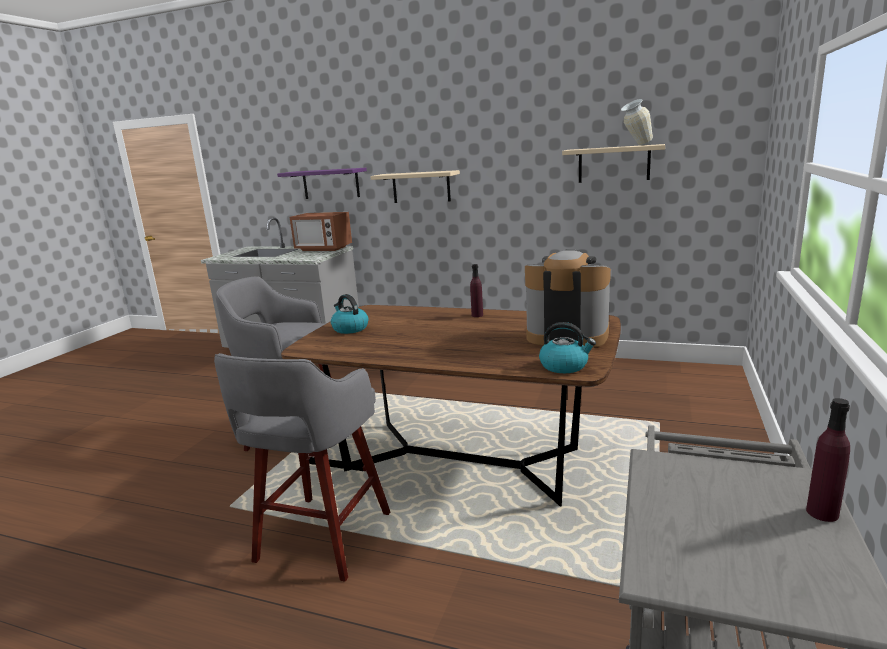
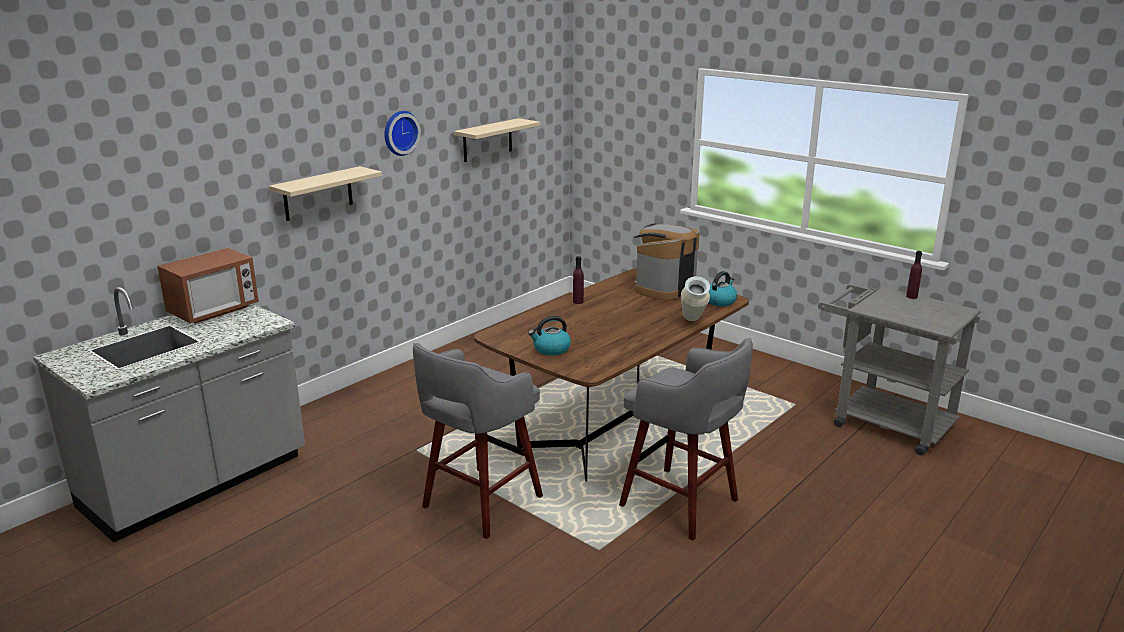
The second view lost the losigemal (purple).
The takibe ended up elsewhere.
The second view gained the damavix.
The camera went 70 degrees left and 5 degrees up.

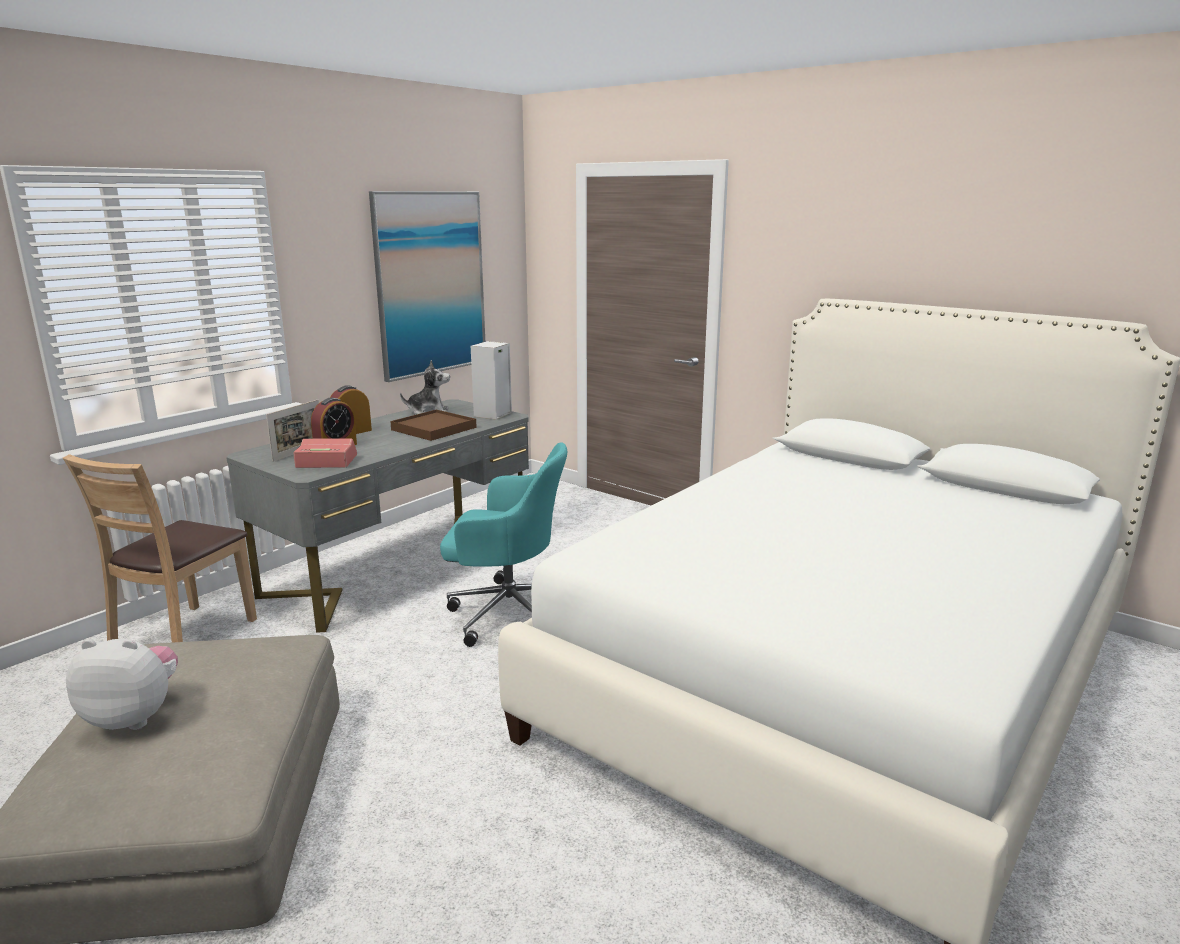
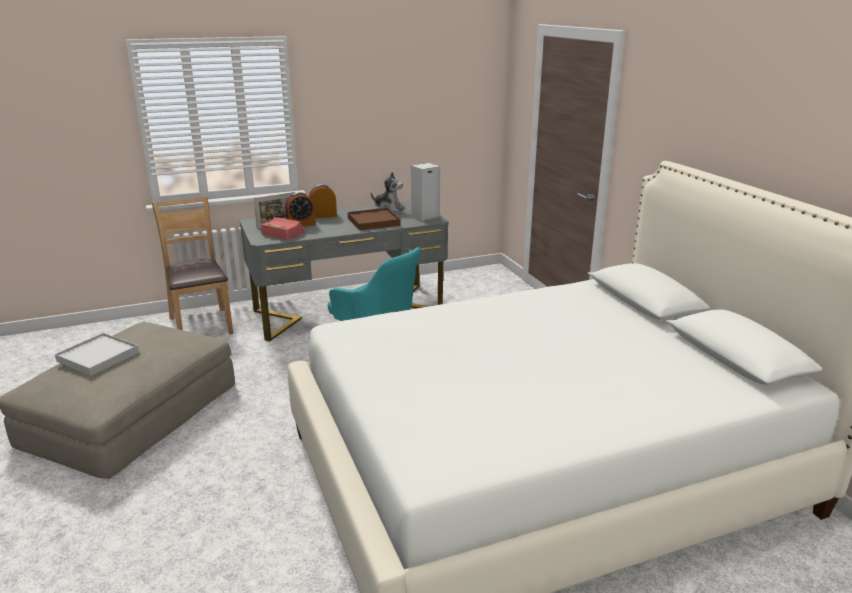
The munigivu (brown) ended up facing another way, 105 degrees clockwise from before.
Where the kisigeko (1st from left) stood, the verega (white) came to stand.
The second view lost the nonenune.
The camera went 30 degrees right and 5 degrees up.

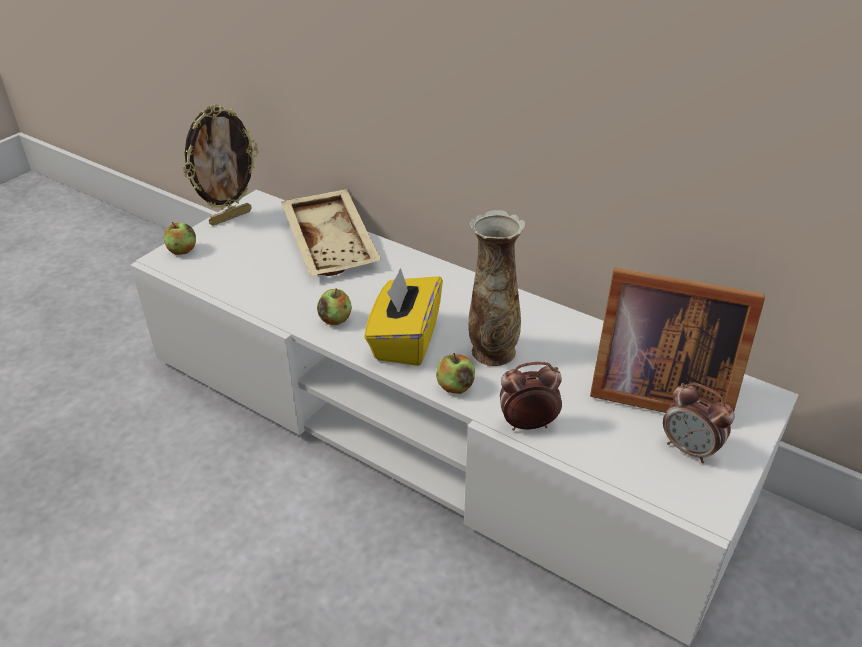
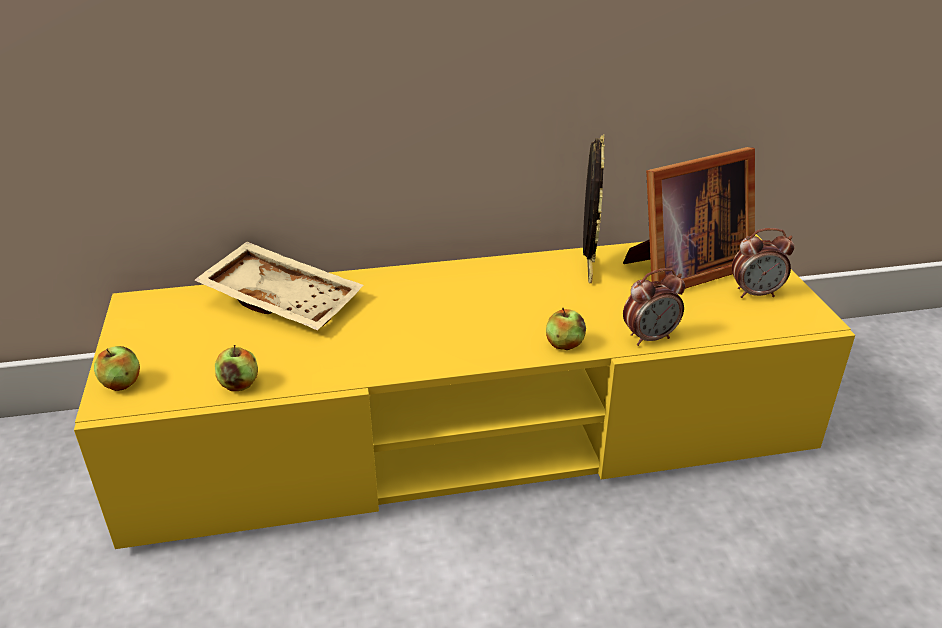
What was the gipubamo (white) turned into the gipubamo (yellow).
The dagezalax (1st from left) ended up elsewhere.
The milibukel (2nd from left) ended up elsewhere.
The second view lost the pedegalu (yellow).
The second view lost the takibe.
The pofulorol (1st from left) ended up facing another way, 150 degrees counterclockwise from before.
The camera went 45 degrees left and 5 degrees down.

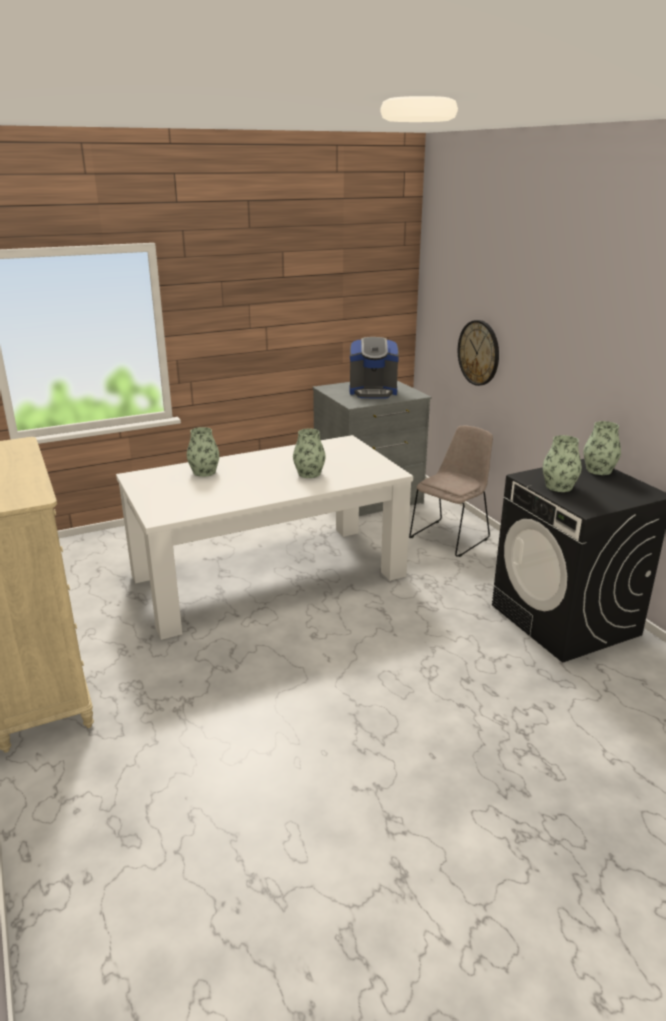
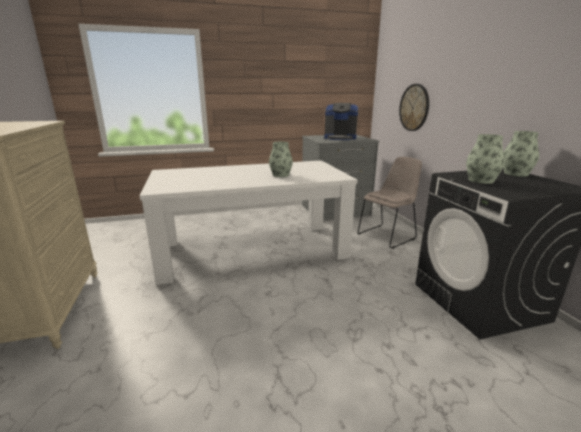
The second view lost the takibe (1st from left).
The camera went 10 degrees right and 5 degrees down.

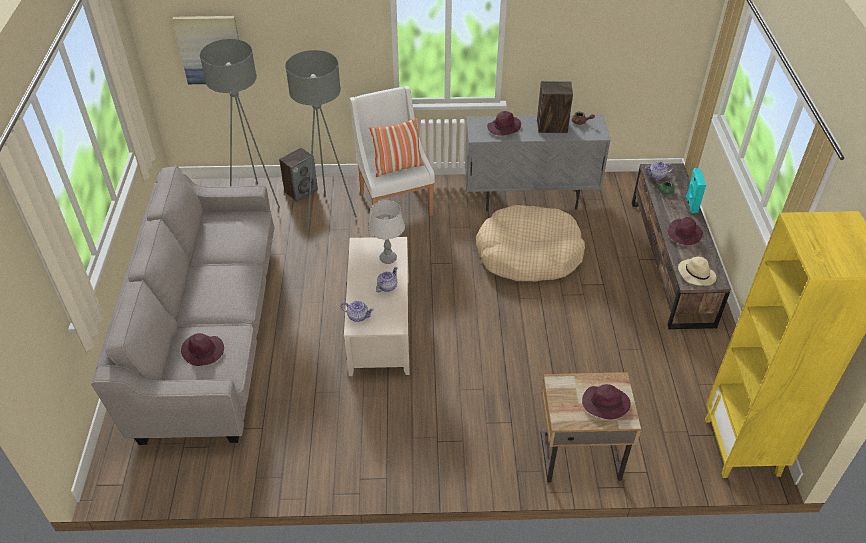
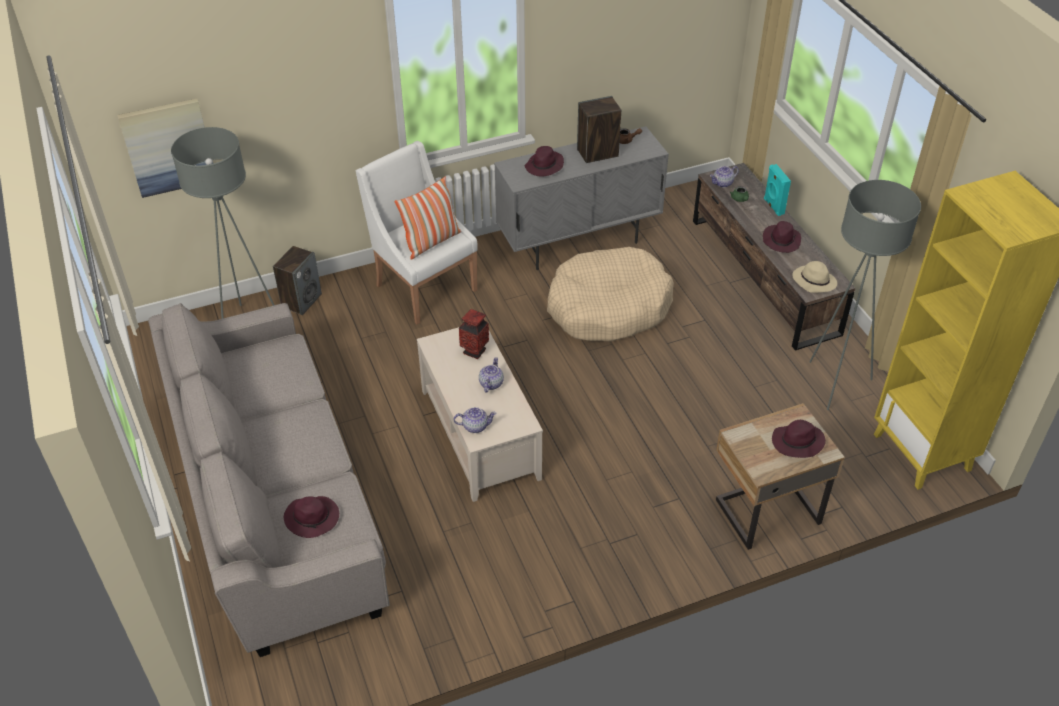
The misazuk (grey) (2nd from left) ended up elsewhere.
Where the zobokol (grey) stood, the takibe came to stand.
The camera went 20 degrees left and 0 degrees up.

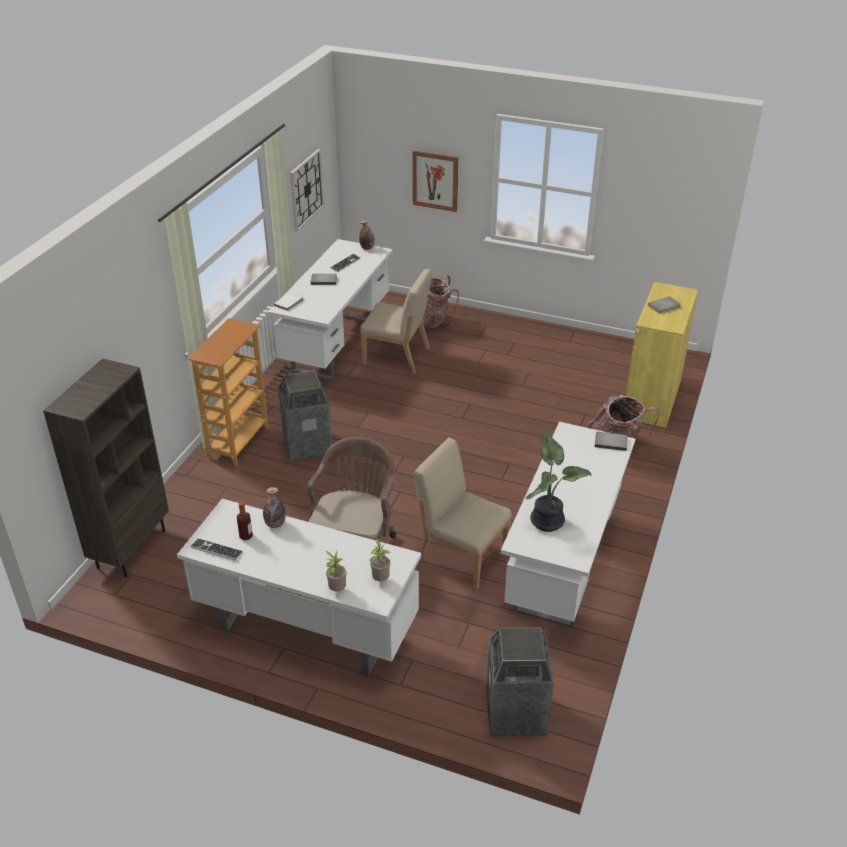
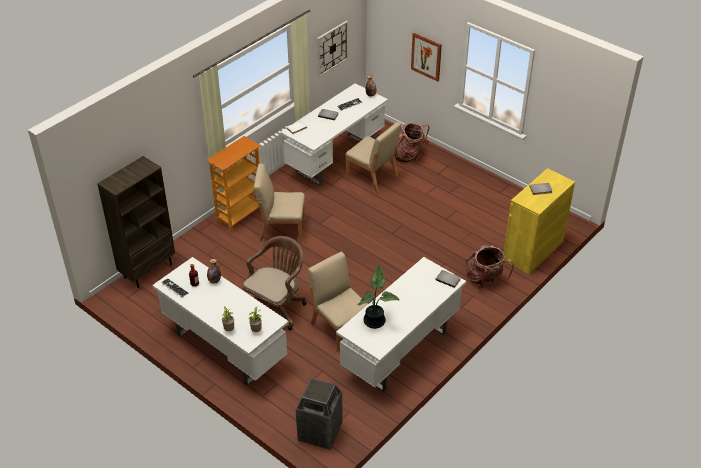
Where the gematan (1st from left) stood, the munigivu (beige) (1st from left) came to stand.
The camera went 20 degrees right and 5 degrees up.

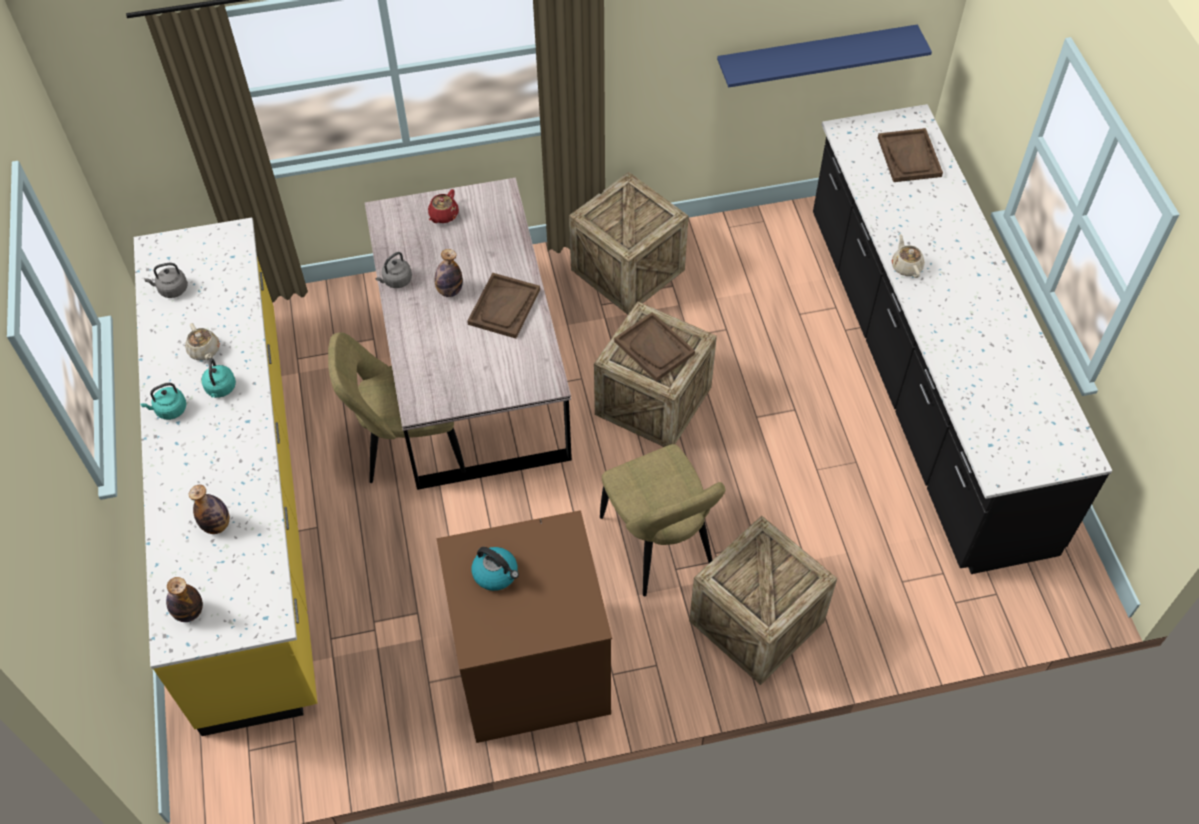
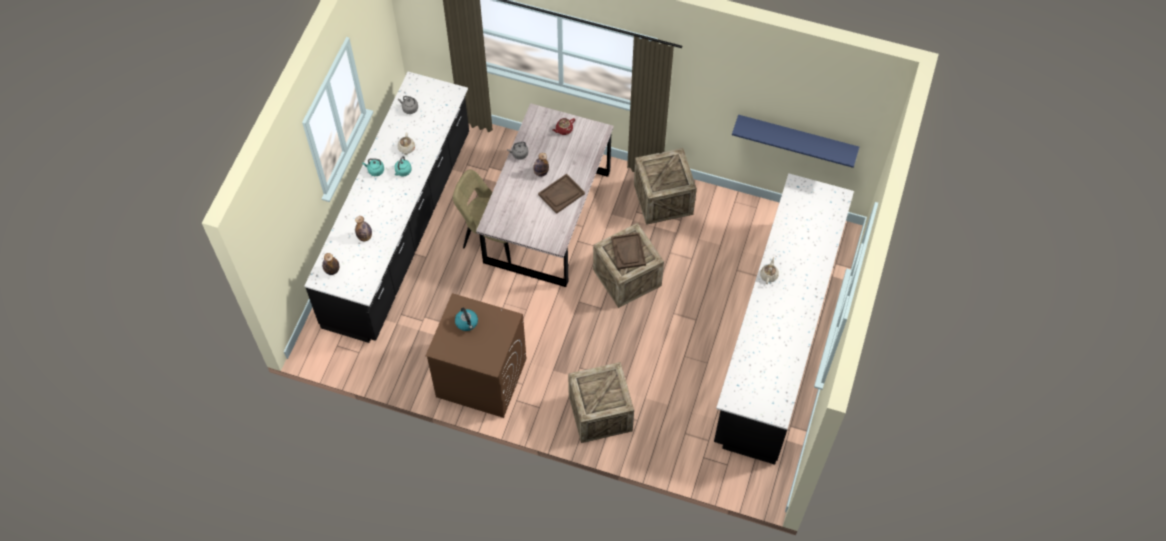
What was the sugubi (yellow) turned into the sugubi (black) (1st from left).
The second view lost the munigivu (beige) (2nd from left).
The second view lost the verega (brown) (3rd from left).
The camera went 30 degrees right and 5 degrees up.

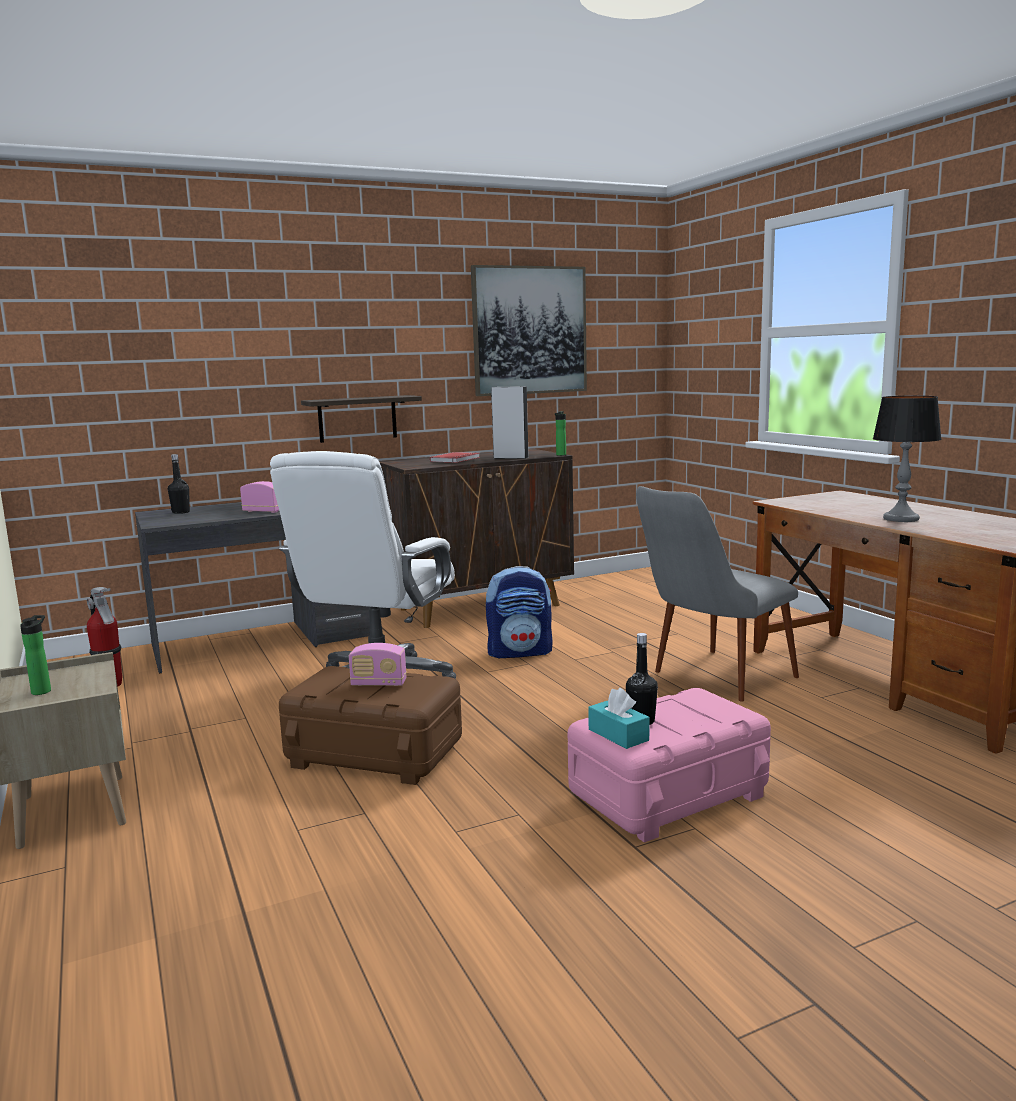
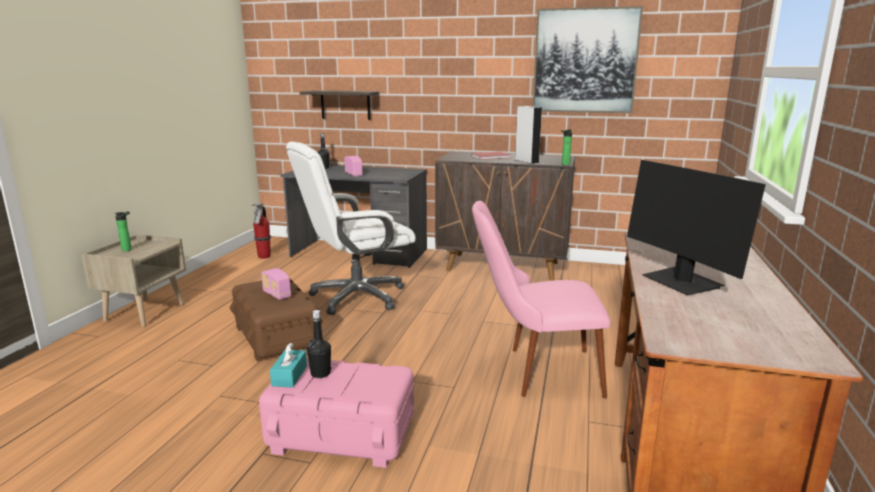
The losigemal ended up elsewhere.
The second view lost the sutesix.
What was the munigivu (grey) turned into the munigivu (pink).
Where the zobokol stood, the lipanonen came to stand.
The camera went 40 degrees right and 5 degrees up.

